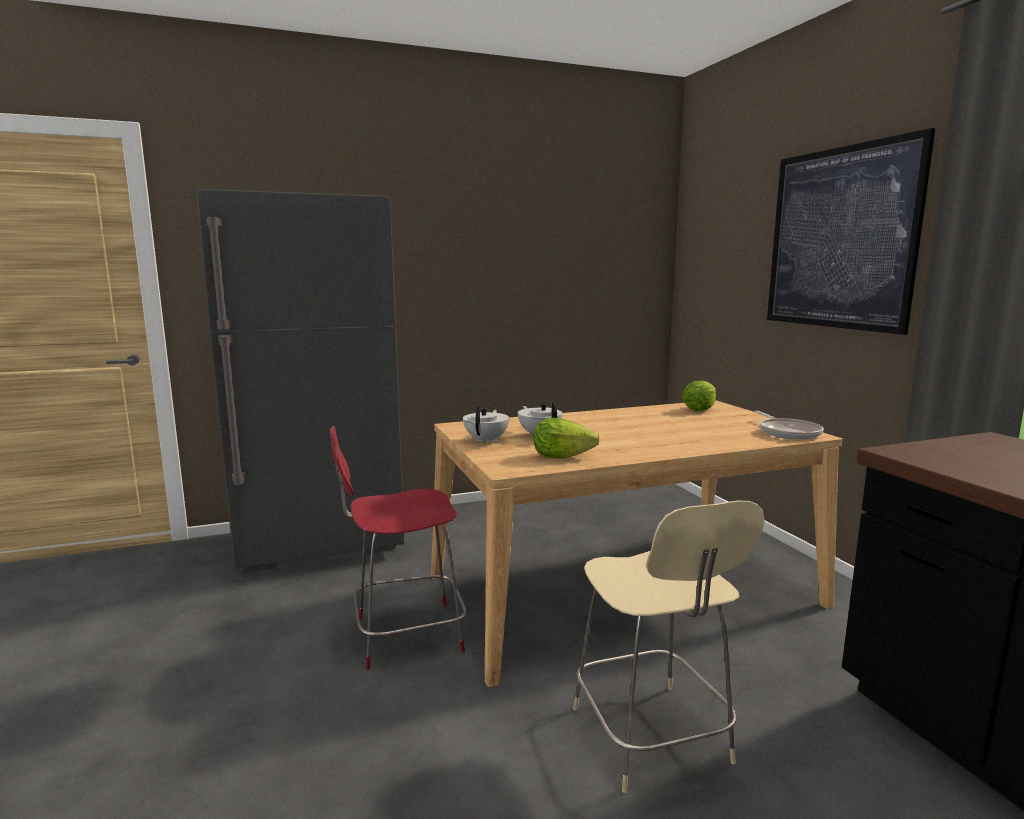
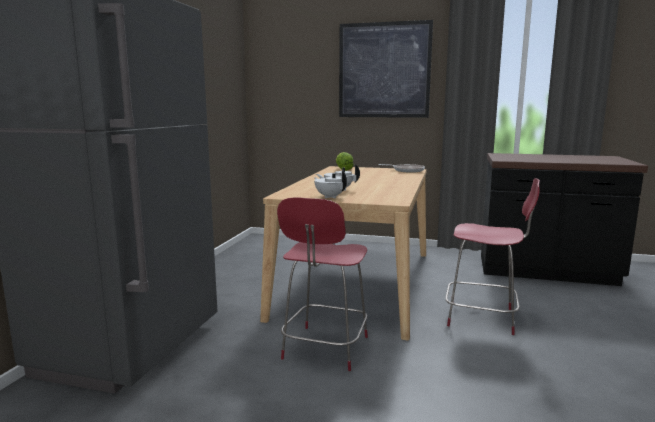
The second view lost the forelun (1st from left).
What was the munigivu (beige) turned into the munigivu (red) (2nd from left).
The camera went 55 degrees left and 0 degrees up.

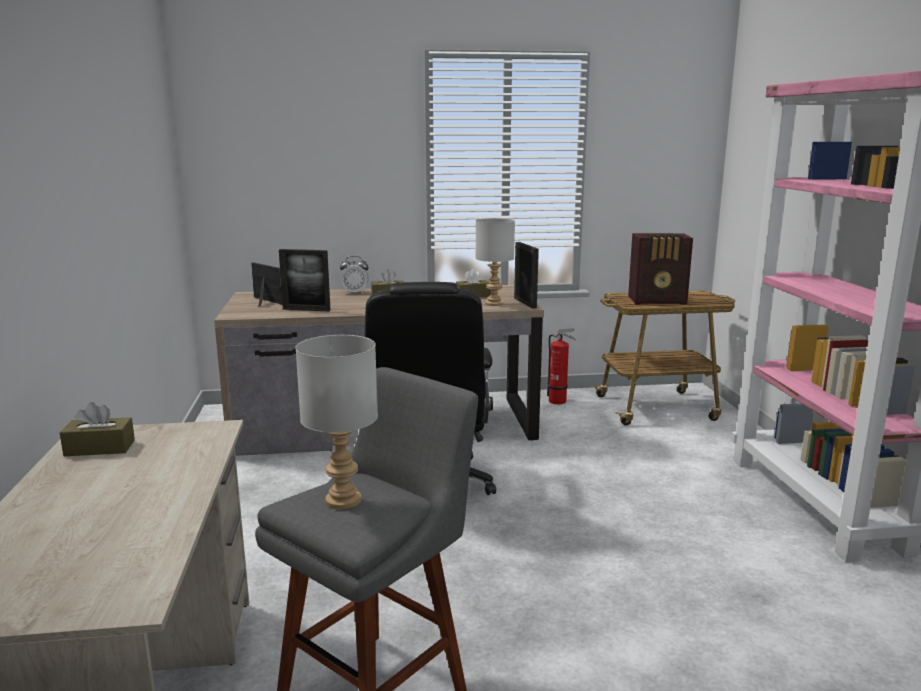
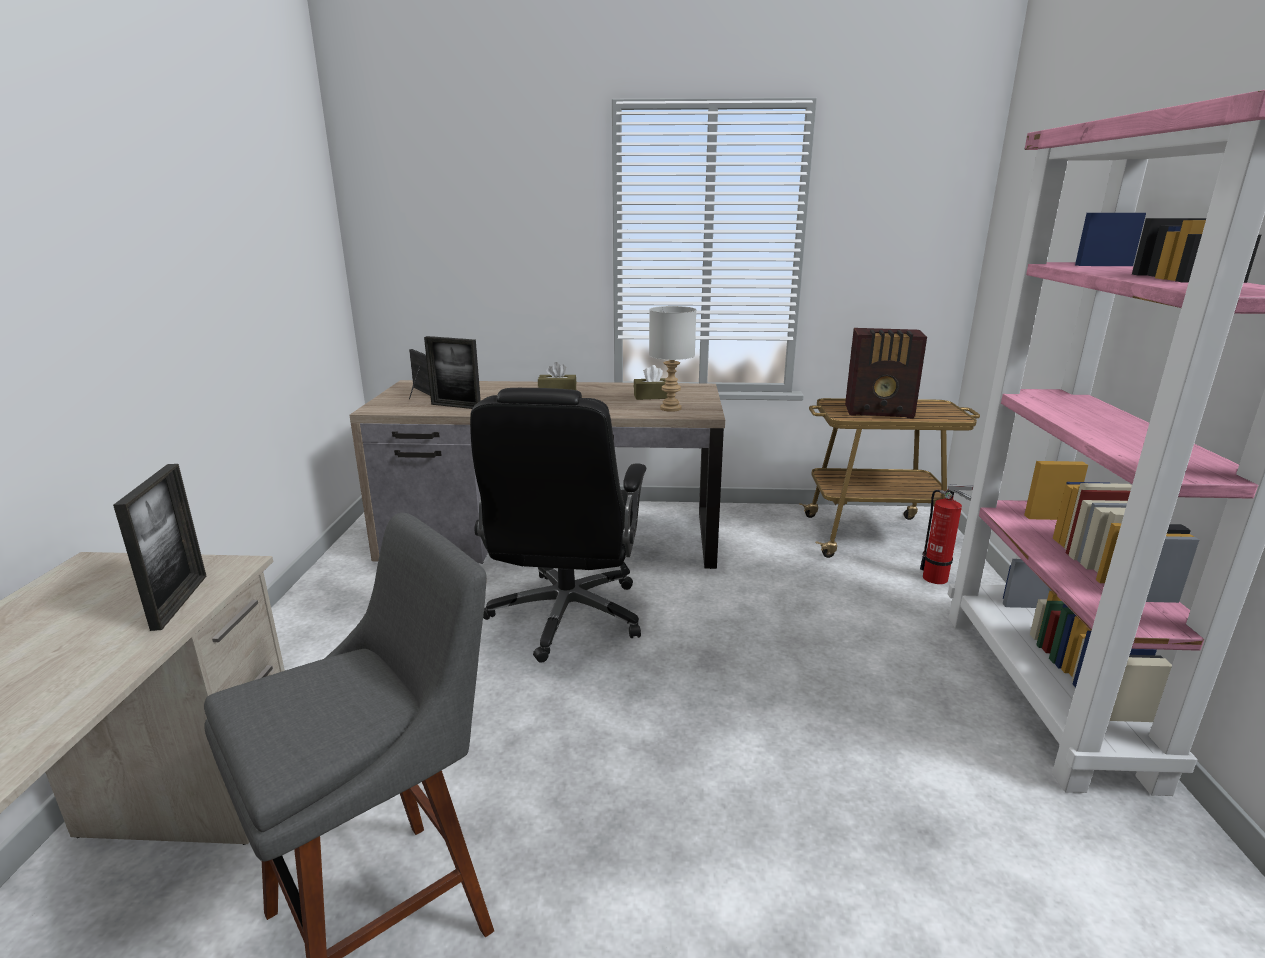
The second view lost the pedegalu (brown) (1st from left).
The second view lost the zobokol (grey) (1st from left).
The second view lost the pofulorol.
The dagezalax (3rd from left in the first image) ended up elsewhere.
The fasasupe ended up elsewhere.
The camera went 10 degrees right and 5 degrees up.

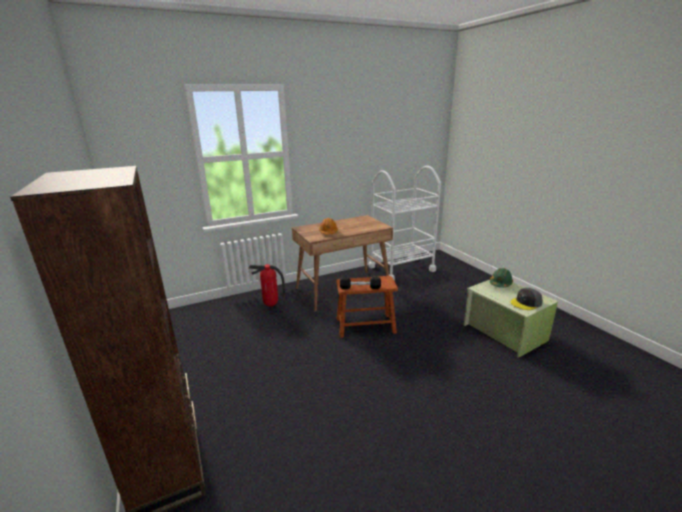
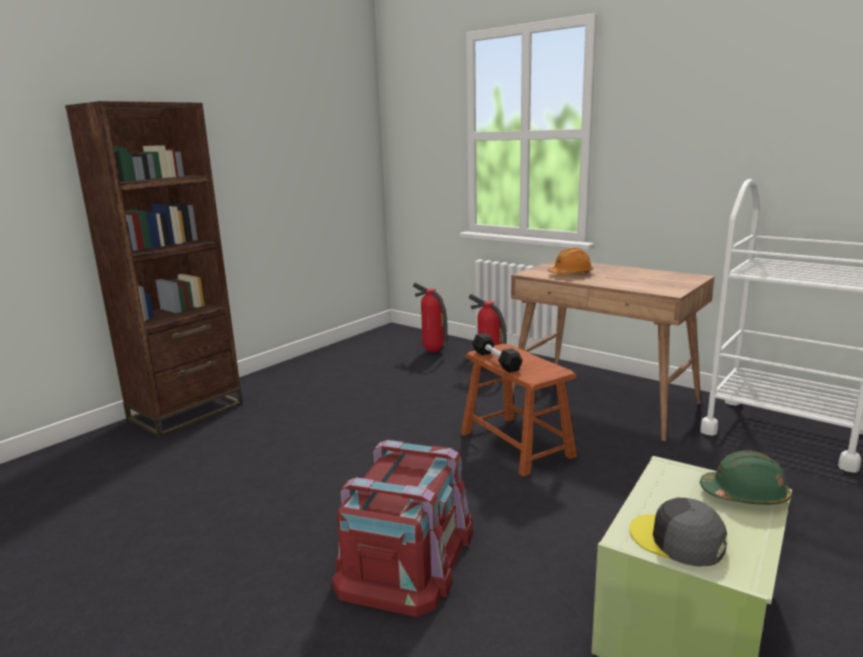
The second view gained the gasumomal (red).
The second view gained the fasasupe (1st from left).
The camera went 65 degrees right and 5 degrees down.

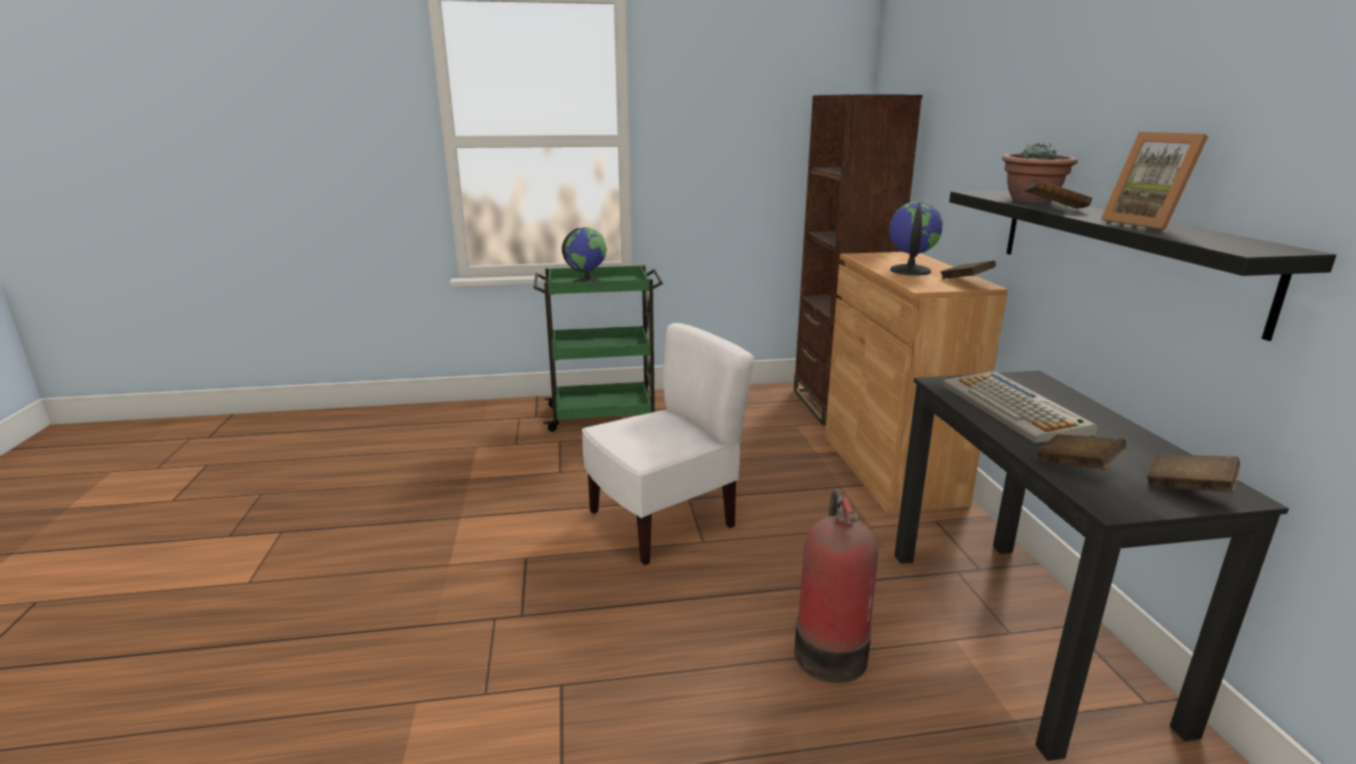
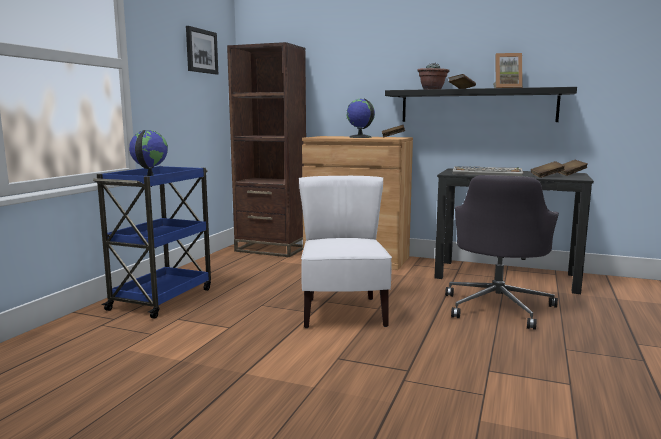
What was the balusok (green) turned into the balusok (blue).
Where the fasasupe stood, the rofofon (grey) came to stand.
The second view gained the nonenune.
The camera went 60 degrees left and 10 degrees down.

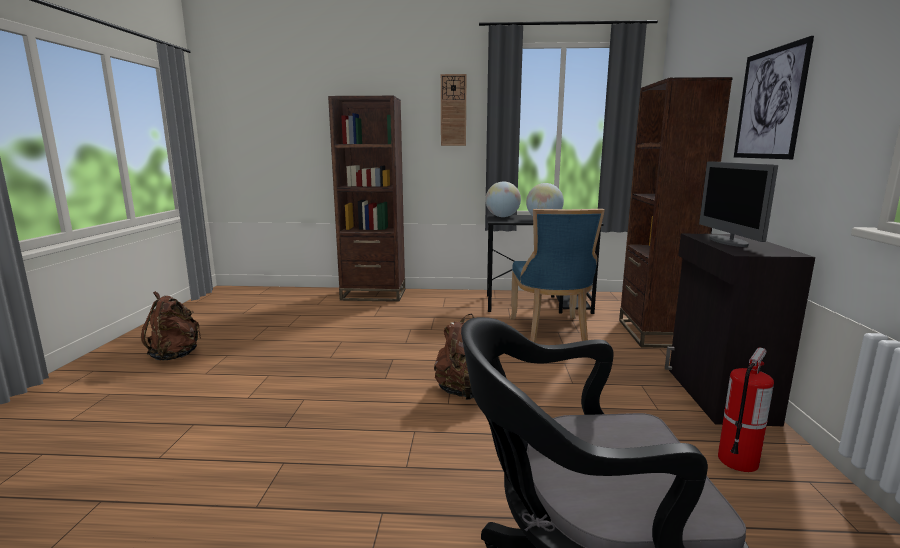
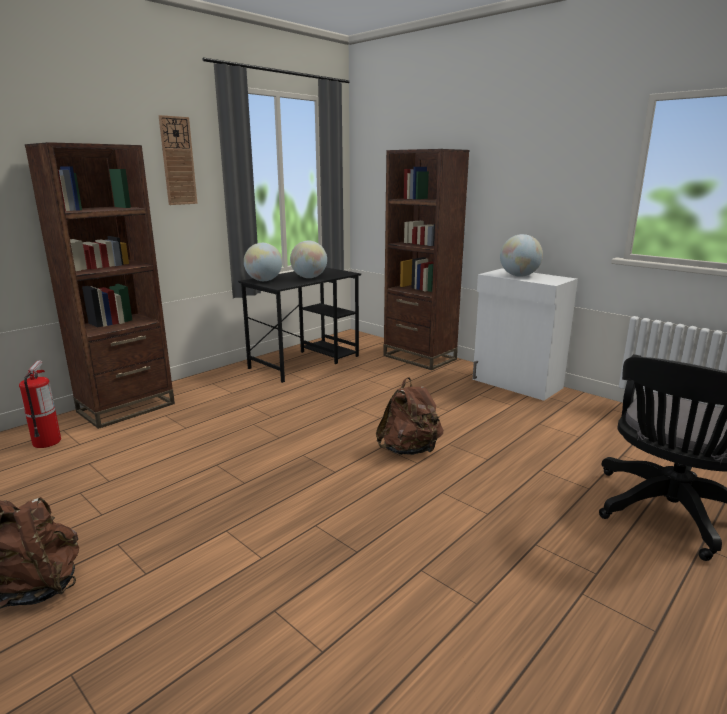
The second view lost the munigivu (blue).
What was the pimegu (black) turned into the pimegu (white).
Where the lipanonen stood, the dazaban (3rd from left) came to stand.
The fasasupe ended up elsewhere.
The second view lost the nonenune.
The camera went 50 degrees left and 5 degrees up.

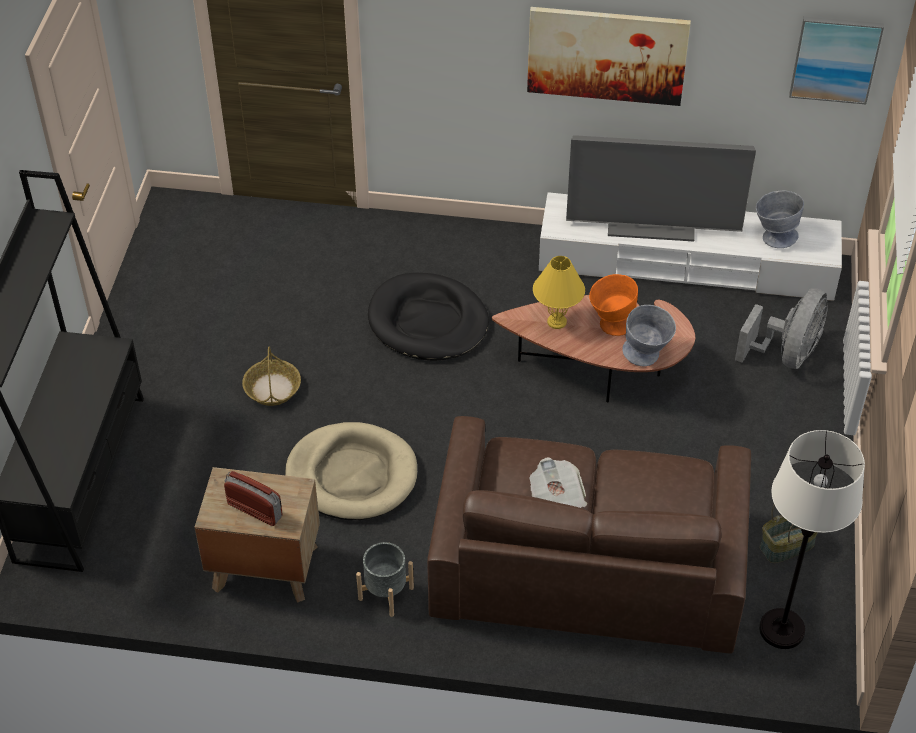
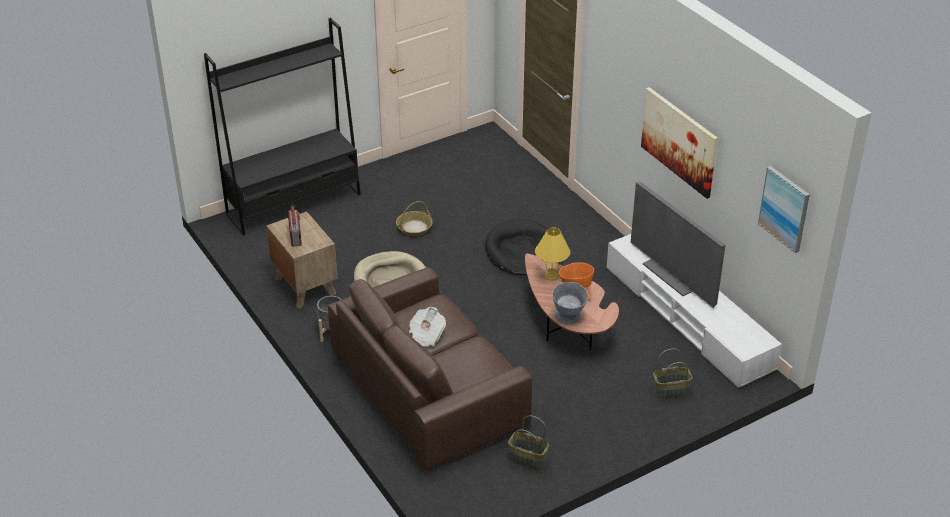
Where the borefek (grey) stood, the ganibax (3rd from left) came to stand.
The second view lost the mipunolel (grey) (2nd from left).
The second view lost the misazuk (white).
The camera went 50 degrees right and 10 degrees down.

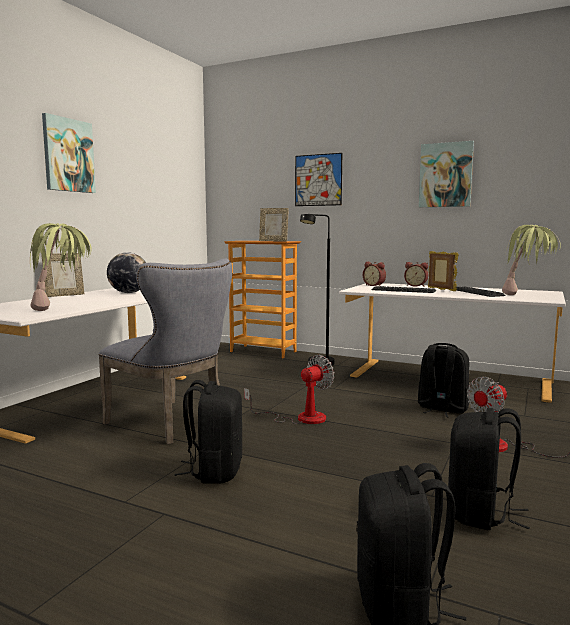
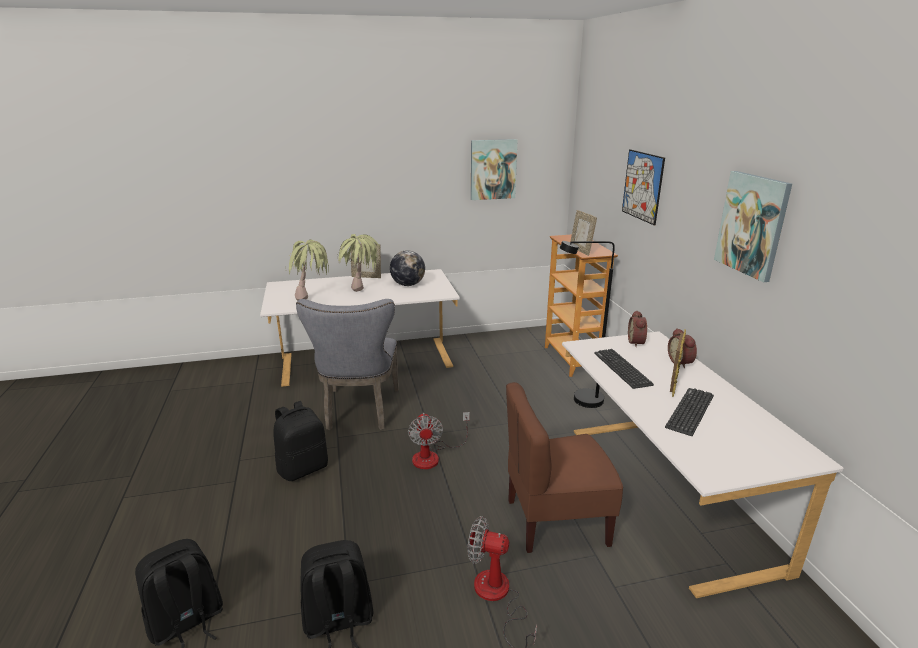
The nonenune (1st from left) ended up elsewhere.
The borefek (1st from left) ended up facing another way, 75 degrees clockwise from before.
Where the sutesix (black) (3rd from left) stood, the munigivu (brown) came to stand.
The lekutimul (2nd from left) ended up elsewhere.
The camera went 50 degrees right and 15 degrees up.

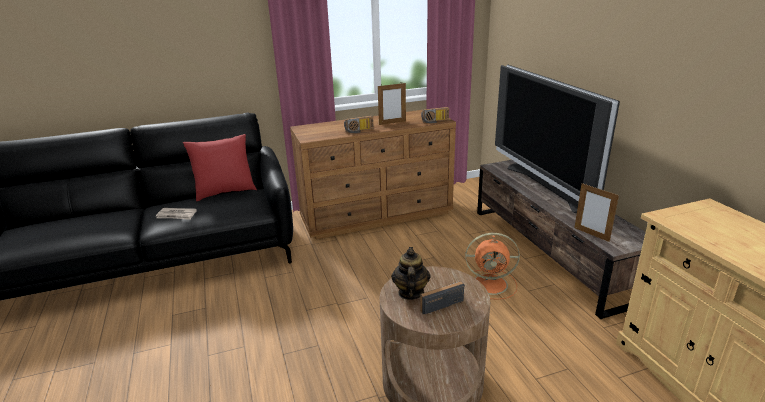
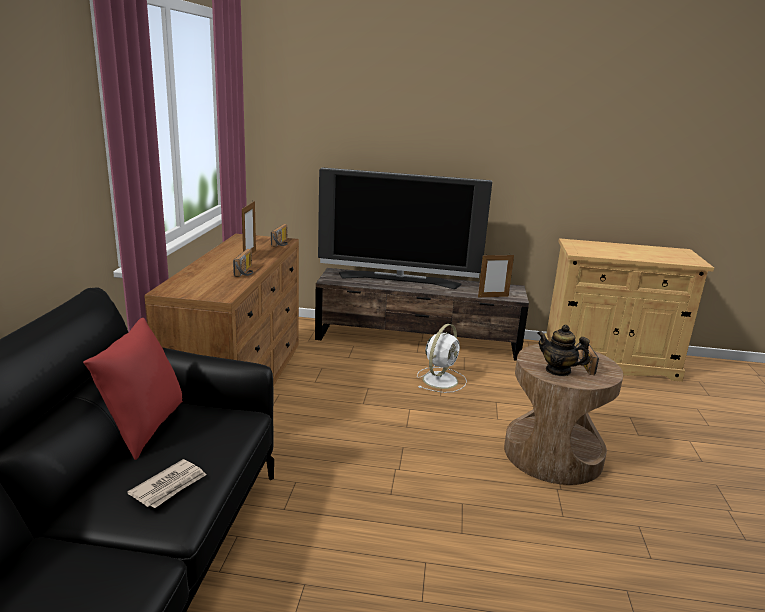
What was the borefek (orange) turned into the borefek (white).
The camera went 65 degrees left and 5 degrees down.

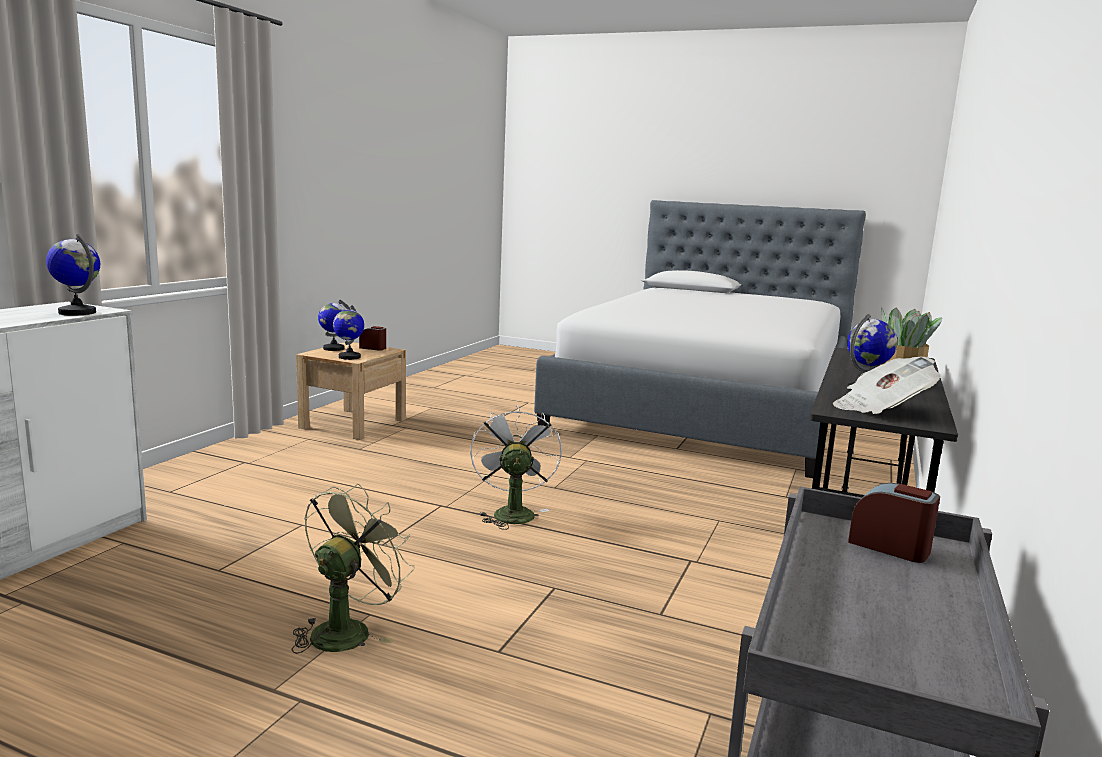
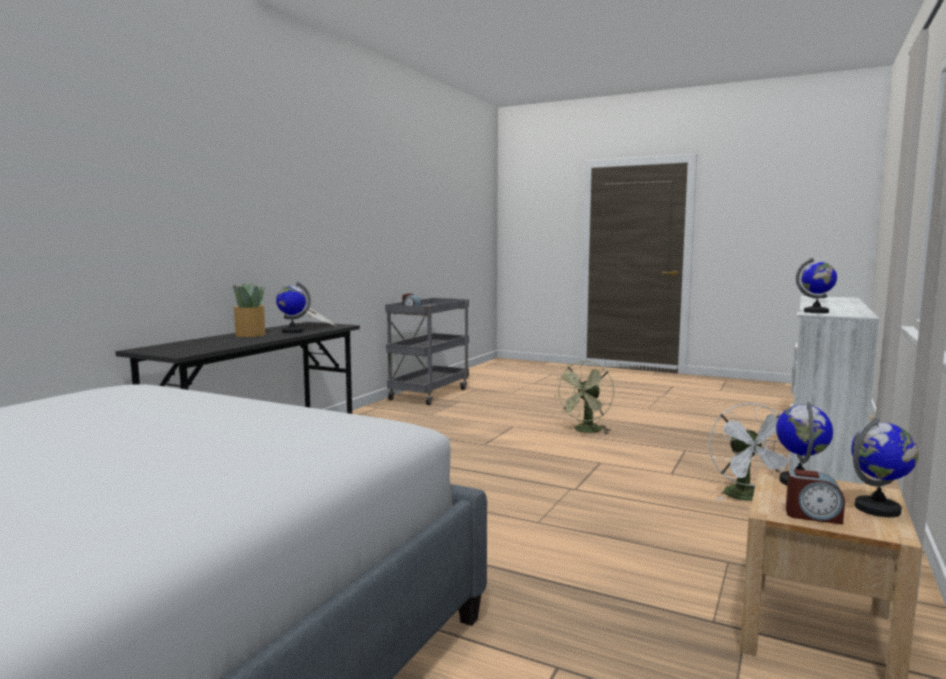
The borefek (white) ended up elsewhere.
The camera went 175 degrees left and 5 degrees down.

